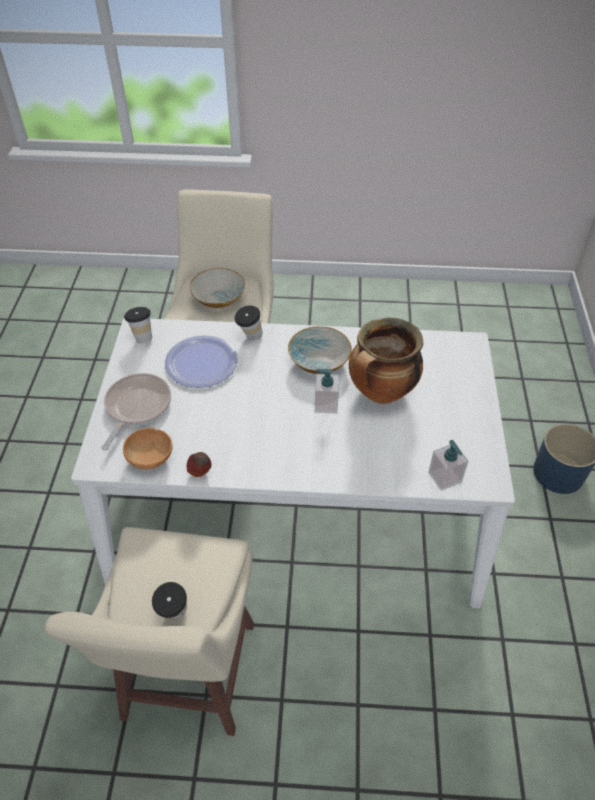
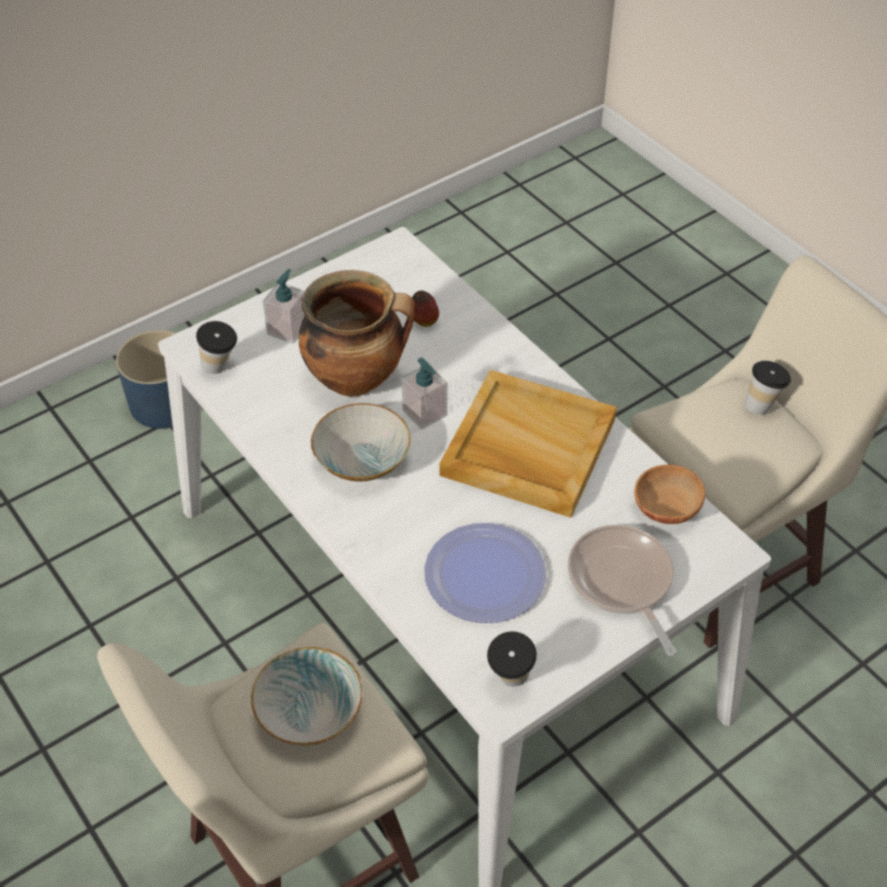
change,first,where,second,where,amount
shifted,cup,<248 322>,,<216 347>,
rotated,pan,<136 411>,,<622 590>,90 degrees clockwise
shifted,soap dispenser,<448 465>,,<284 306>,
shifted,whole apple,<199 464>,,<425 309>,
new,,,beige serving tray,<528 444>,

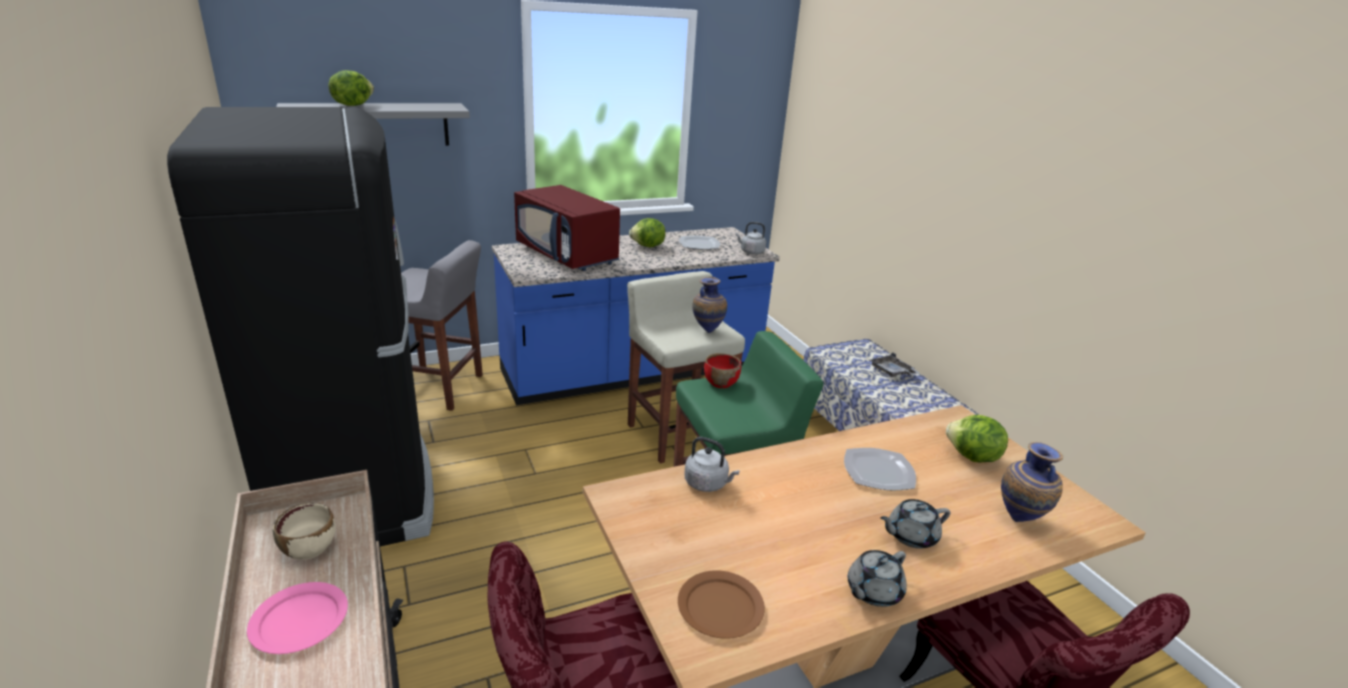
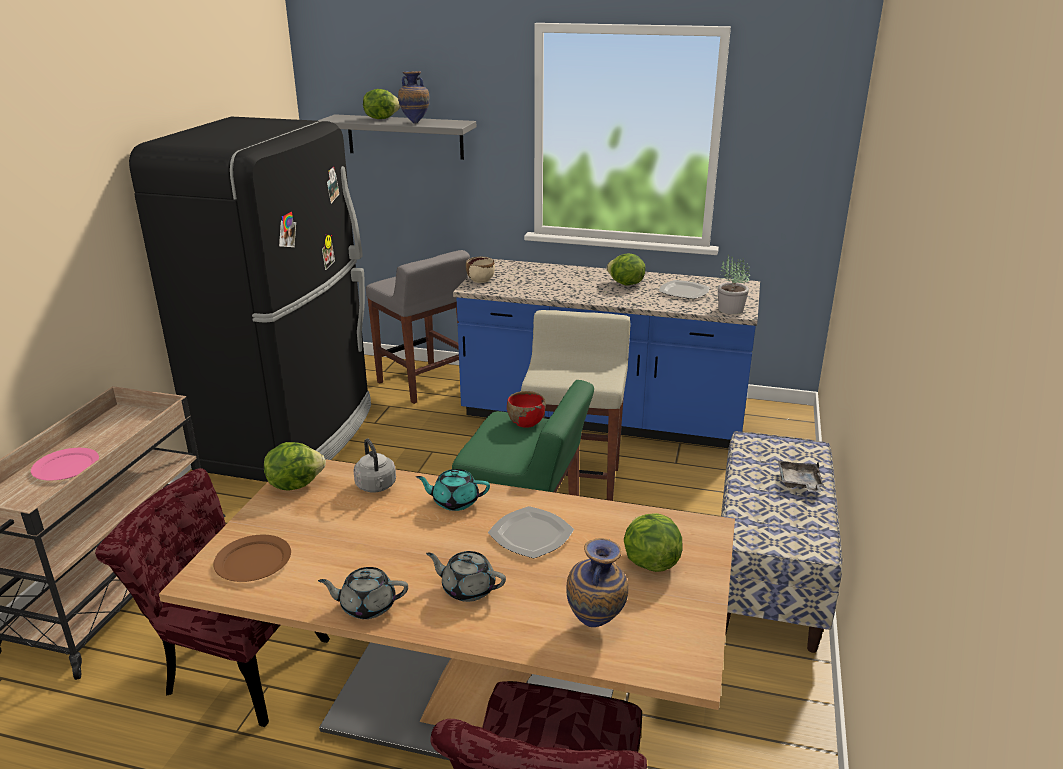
change,first,where,second,where,amount
gone,reddish microwave,<567 228>,,,
swapped,greyish tea kettle,<751 238>,potted plant,<734 284>,
shifted,flower vase,<709 305>,,<414 97>,
shifted,beige bowl,<304 531>,,<480 270>,
new,,,lettuce head,<295 466>,
new,,,turquoise-coloured pot for tea,<453 490>,

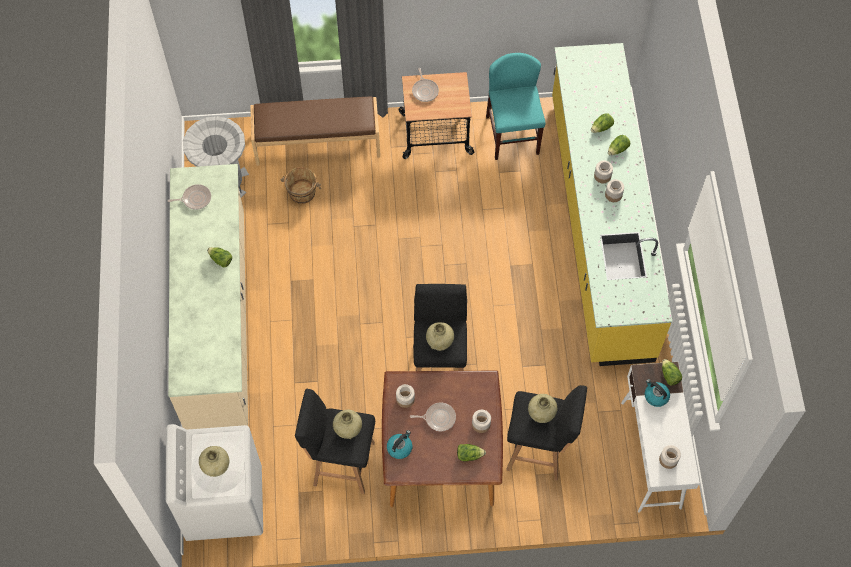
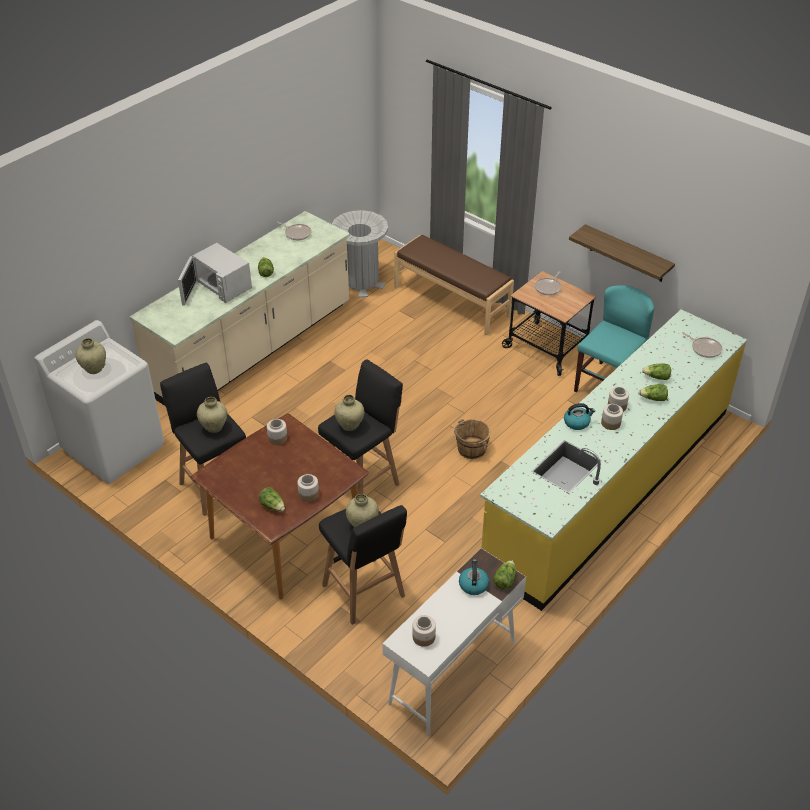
change,first,where,second,where,amount
shifted,brownish pail,<300 185>,,<472 439>,
shifted,pan,<433 416>,,<702 345>,
shifted,tea kettle,<399 444>,,<579 416>,
new,,,shelf,<622 253>,
new,,,whitish microwave,<215 274>,

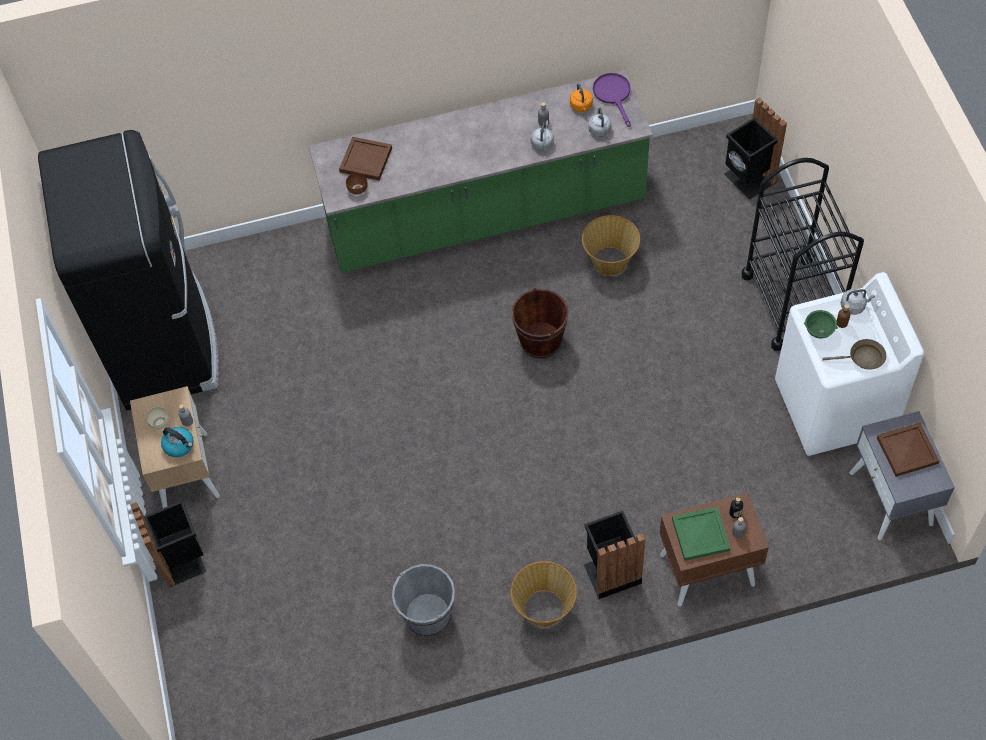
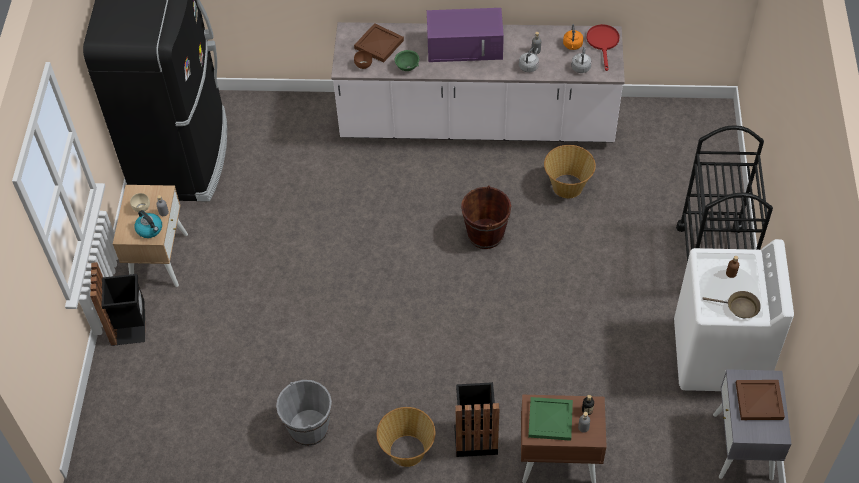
change,first,where,second,where,amount
repainted,greenish kitchen counter,<481 171>,whitish kitchen counter,<478 82>,
repainted,purplish pan,<612 100>,reddish pan,<603 47>,
gone,blackish waste bin,<755 149>,,,
gone,greyish tea kettle,<858 302>,,,
shifted,greenish bowl,<821 324>,,<407 60>,
new,,,purplish microwave,<465 35>,

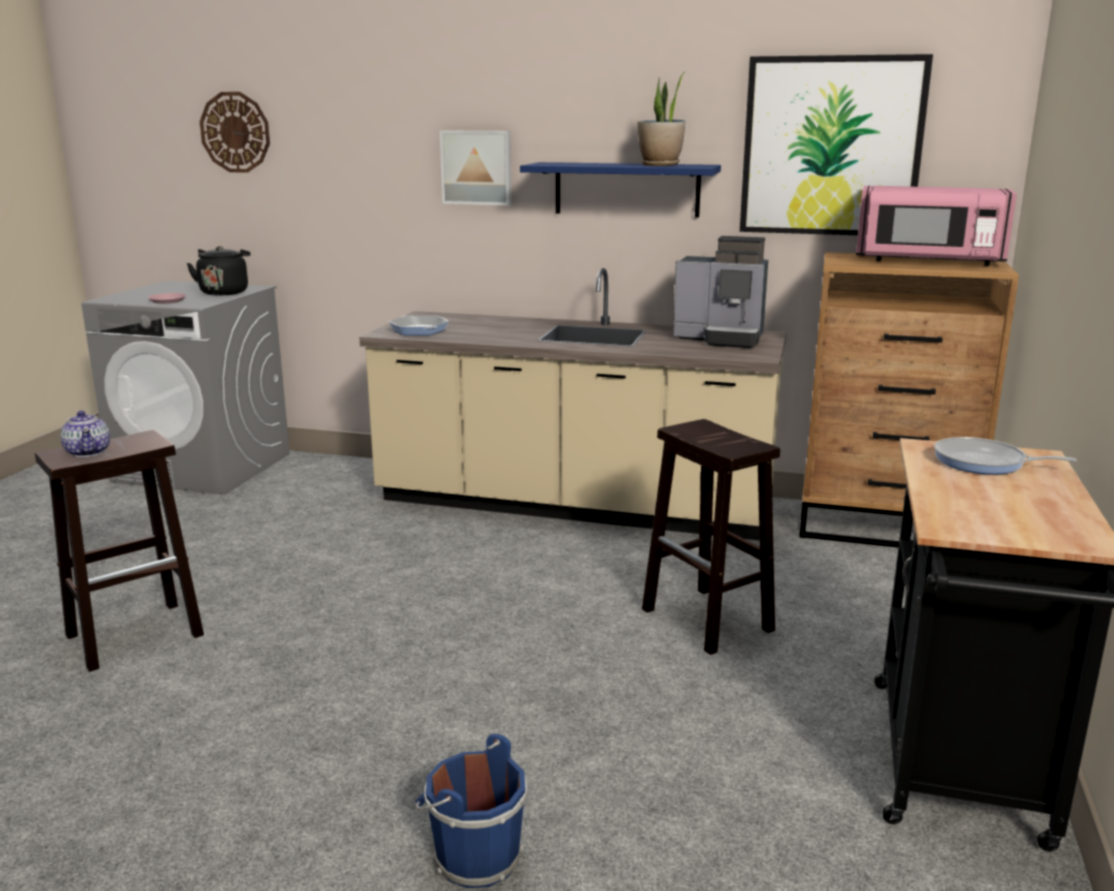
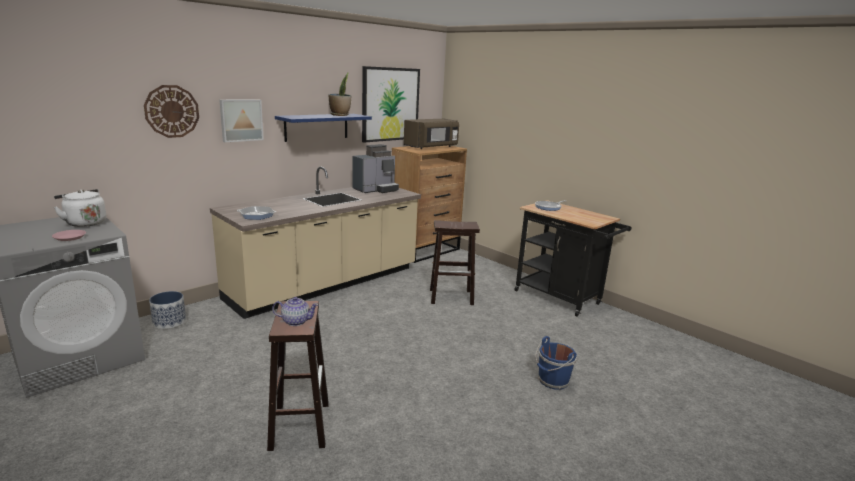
change,first,where,second,where,amount
shifted,hanging clock,<235 132>,,<171 111>,
repainted,pink-coloured microwave,<936 226>,brownish microwave,<431 134>,
repainted,blackish tea kettle,<218 271>,whitish tea kettle,<80 208>,
new,,,flower pot,<167 310>,

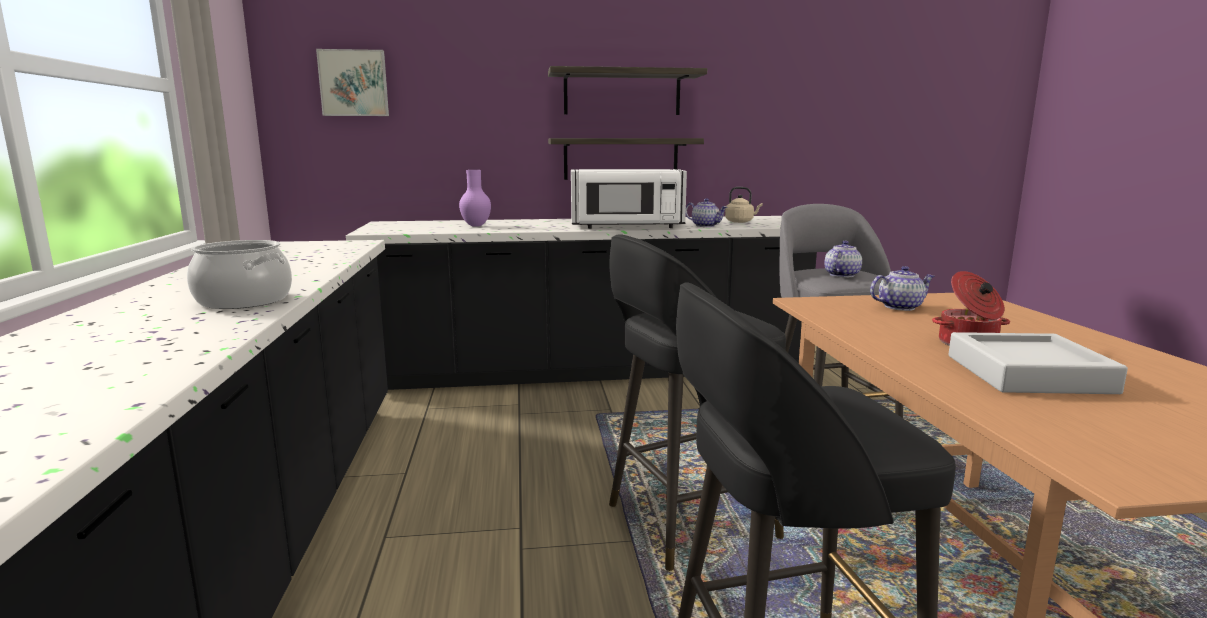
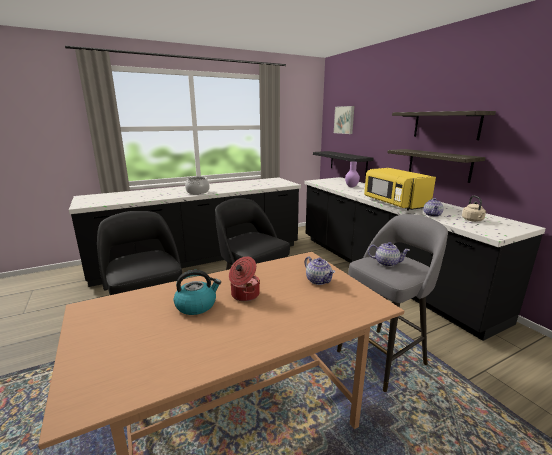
change,first,where,second,where,amount
repainted,whitish microwave,<629 199>,yellow-coloured microwave,<400 189>,
swapped,greyish serving tray,<1038 363>,tea kettle,<197 292>,
new,,,blackish shelf,<343 163>,

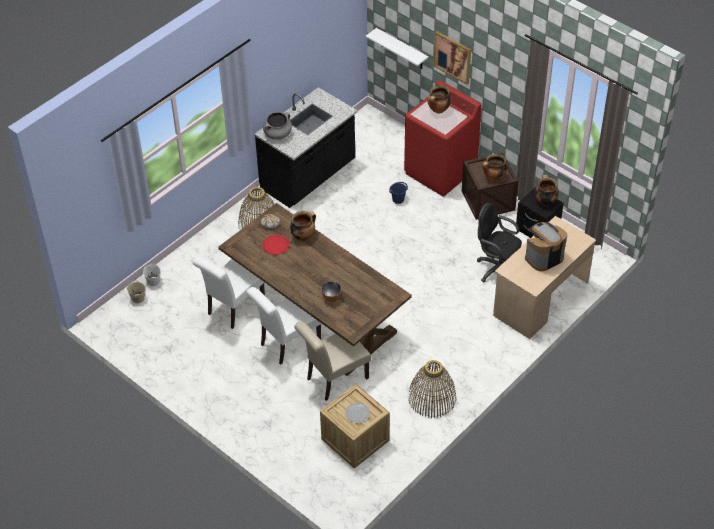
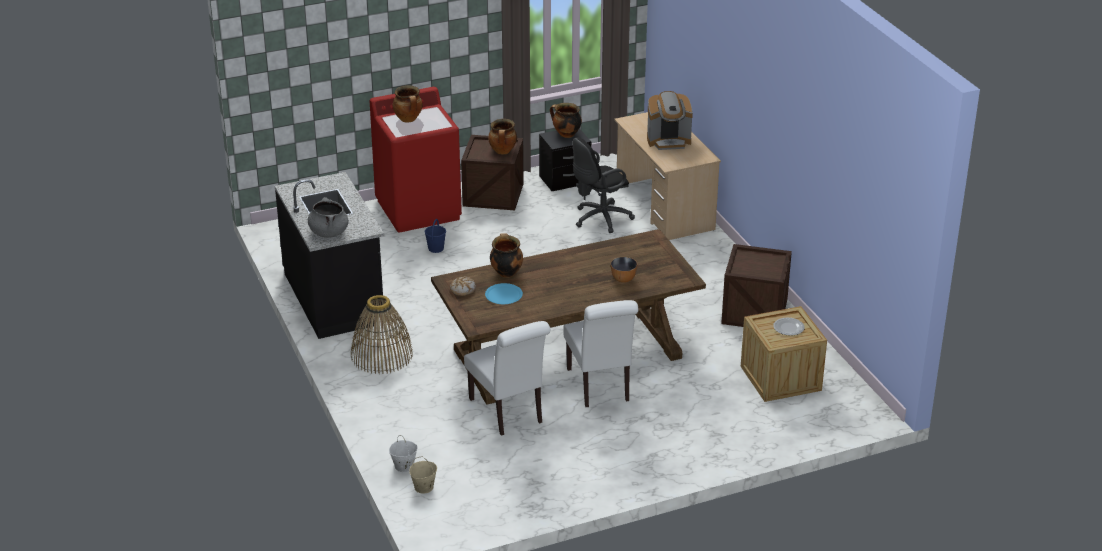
change,first,where,second,where,amount
gone,whitish shelf,<397 48>,,,
gone,wall art,<452 58>,,,
rotated,coffee brewer,<546 246>,,<670 120>,90 degrees counterclockwise
repainted,reddish flat dish,<276 244>,bluish flat dish,<504 293>,
gone,beige plain chair,<332 361>,,,
swapped,storage basket,<432 389>,packing crate,<756 285>,

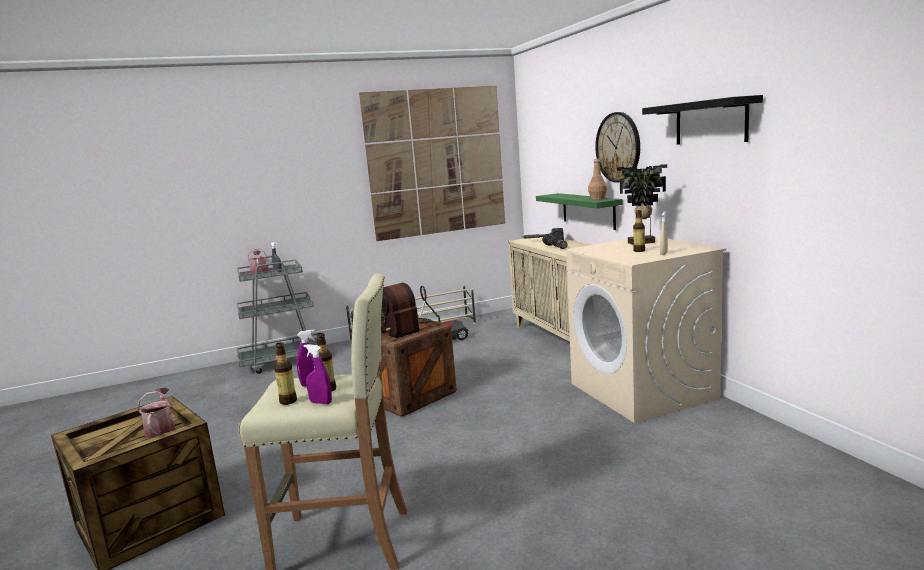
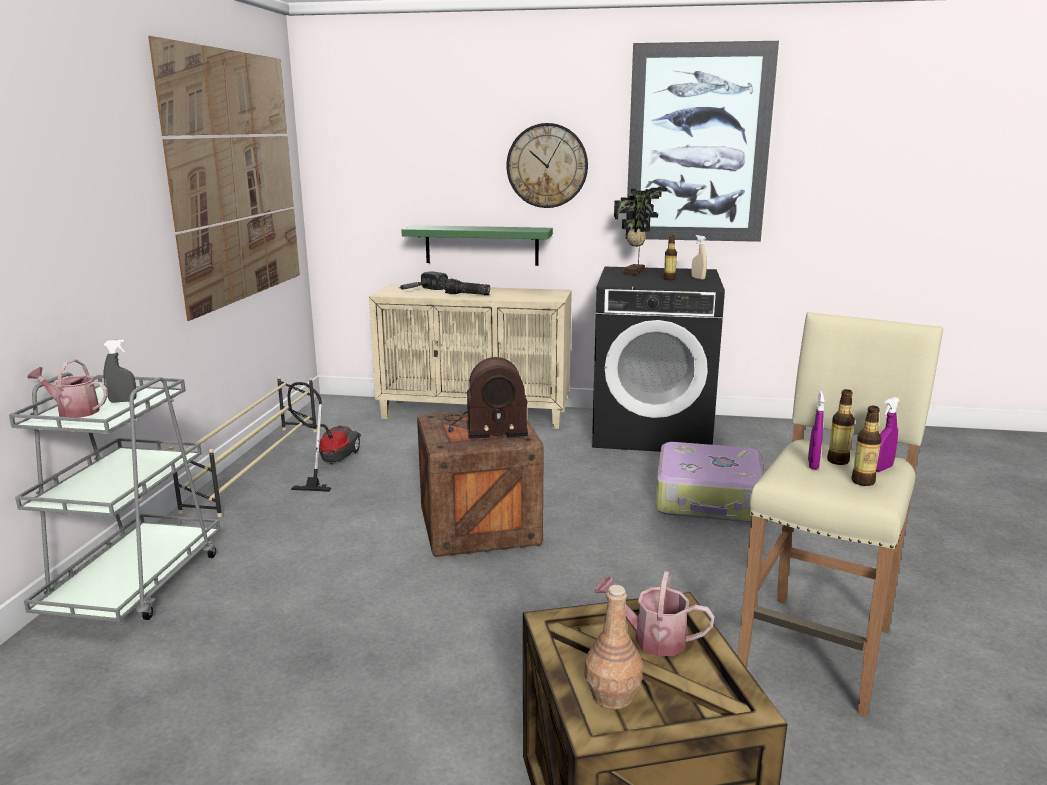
change,first,where,second,where,amount
swapped,blackish shelf,<702 120>,wall art,<702 141>,
shifted,brownish bottle,<597 179>,,<613 647>,
repainted,beige washing machine,<646 330>,blackish washing machine,<658 359>,
new,,,piece of luggage,<709 482>,

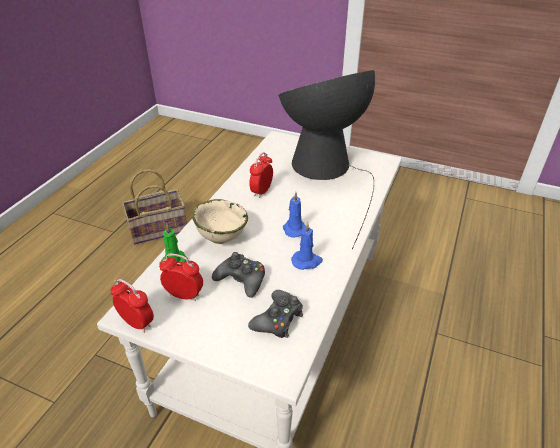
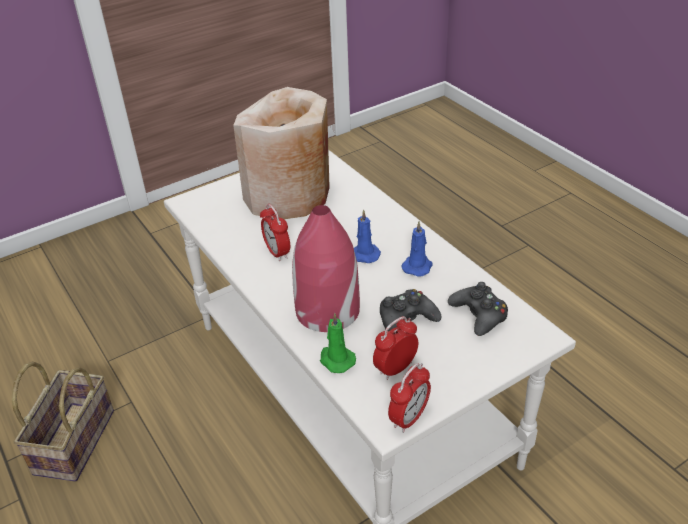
change,first,where,second,where,amount
swapped,table lamp,<326 159>,beige flower vase,<281 153>,
swapped,beige bowl,<220 221>,reddish flower vase,<326 268>,
rotated,table clock,<132 306>,,<409 398>,150 degrees clockwise

